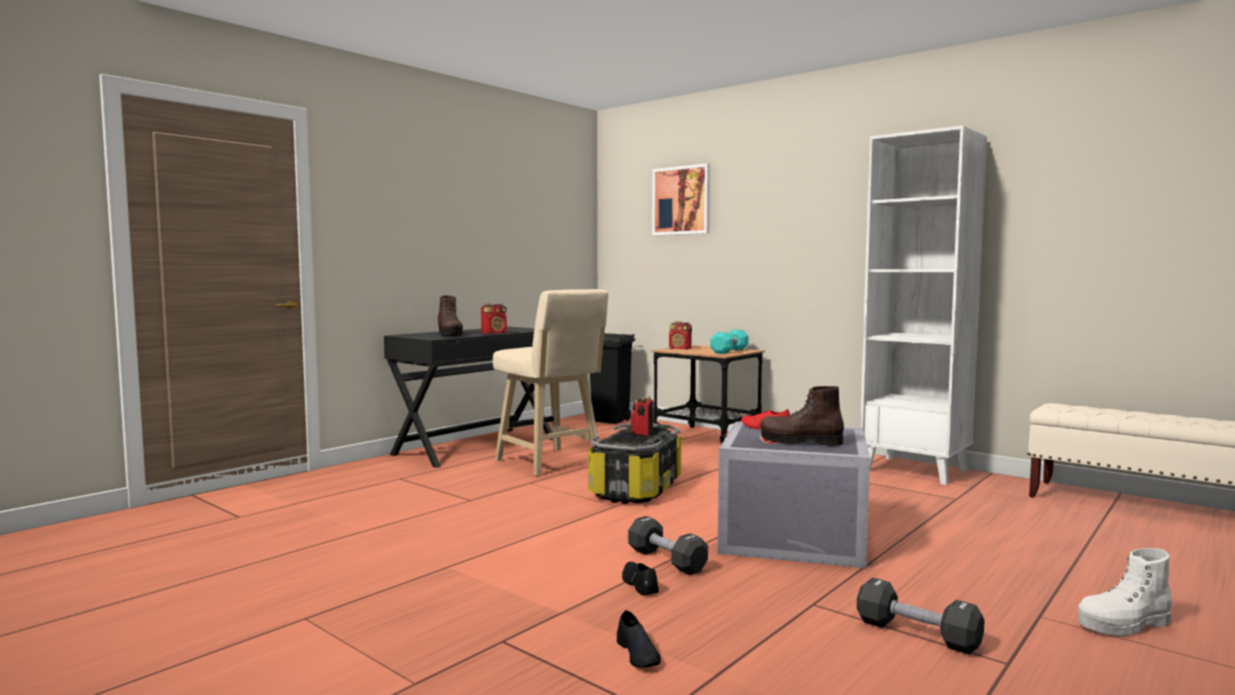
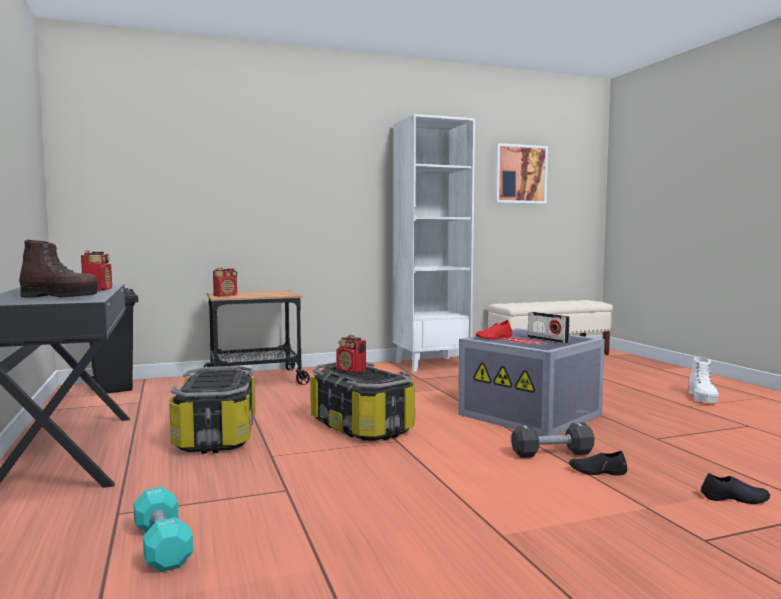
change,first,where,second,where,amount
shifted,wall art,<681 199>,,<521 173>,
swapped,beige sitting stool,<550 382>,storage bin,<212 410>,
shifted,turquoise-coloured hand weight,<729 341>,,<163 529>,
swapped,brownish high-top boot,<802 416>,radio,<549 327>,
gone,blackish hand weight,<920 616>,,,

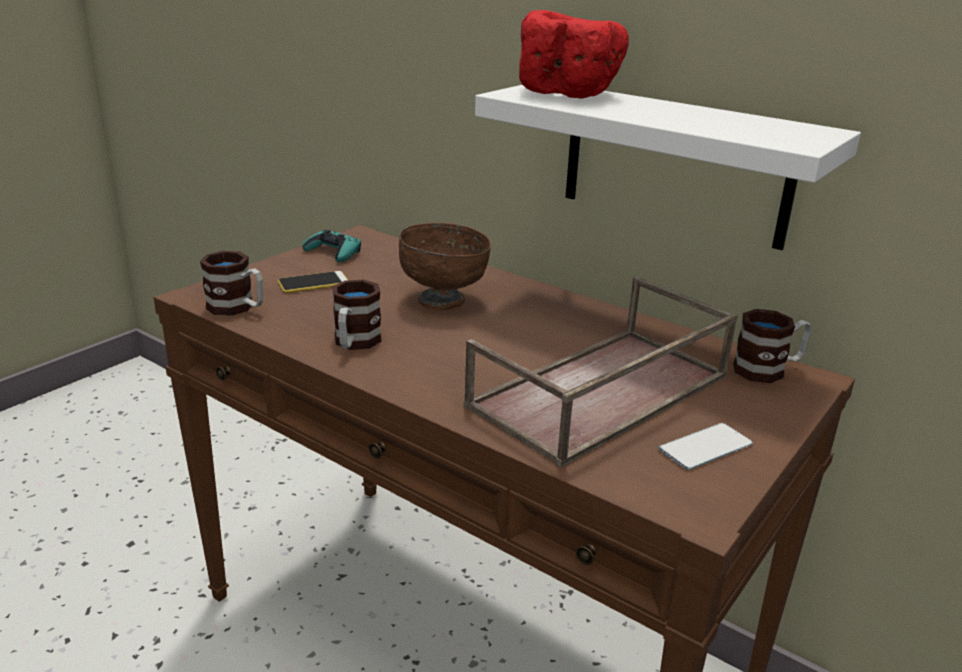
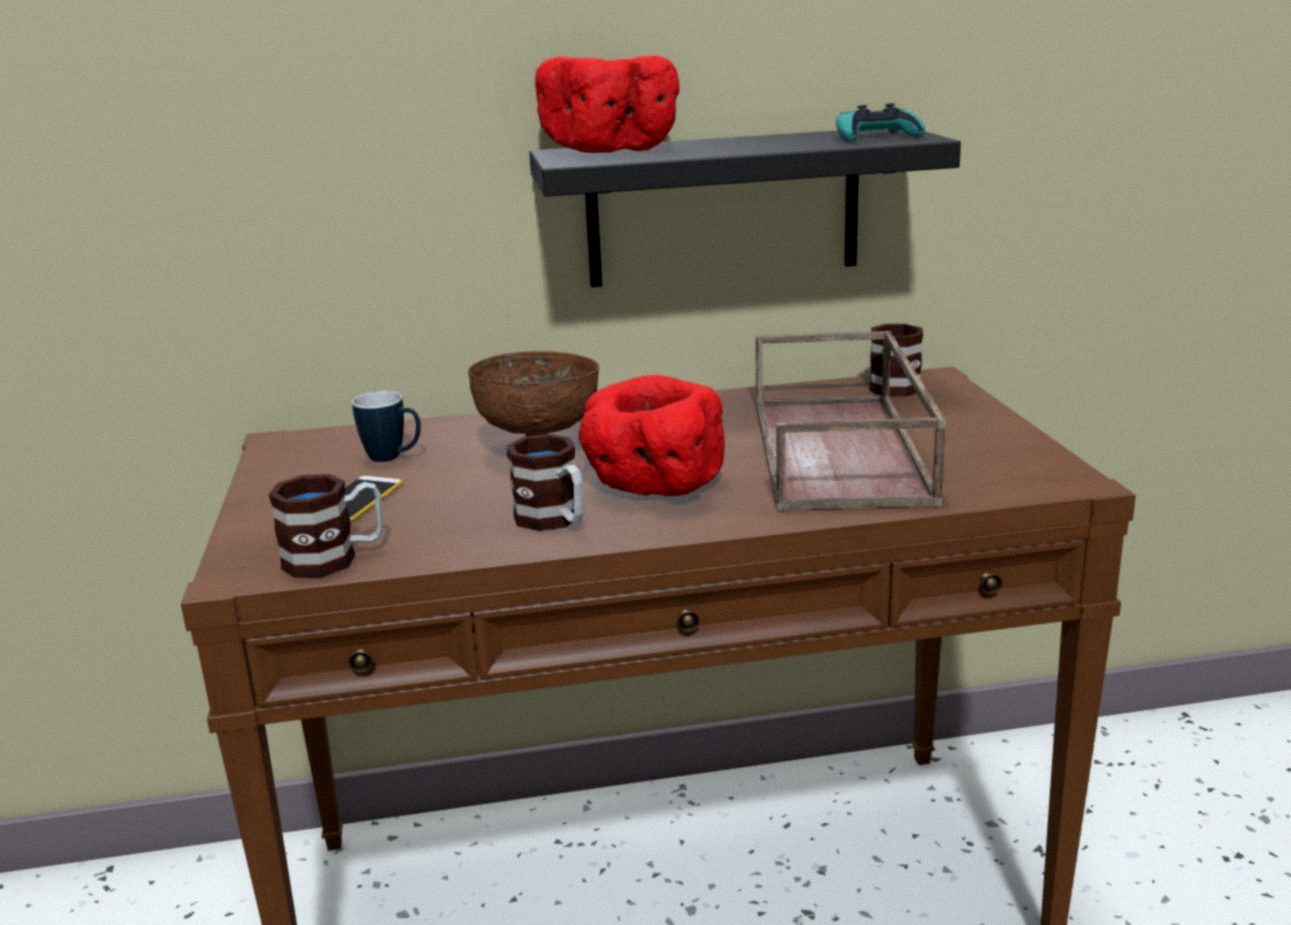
change,first,where,second,where,amount
repainted,whitish shelf,<668 167>,blackish shelf,<745 208>,
shifted,turquoise-coloured gamepad,<331 246>,,<880 122>,
gone,telephone,<705 446>,,,
new,,,reddish bowl,<652 435>,
new,,,mug,<386 426>,

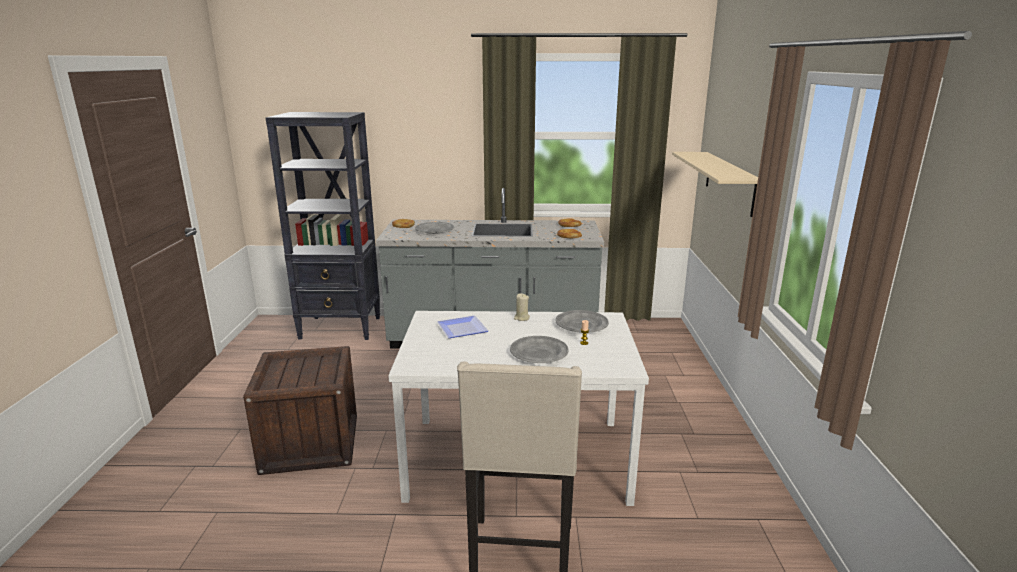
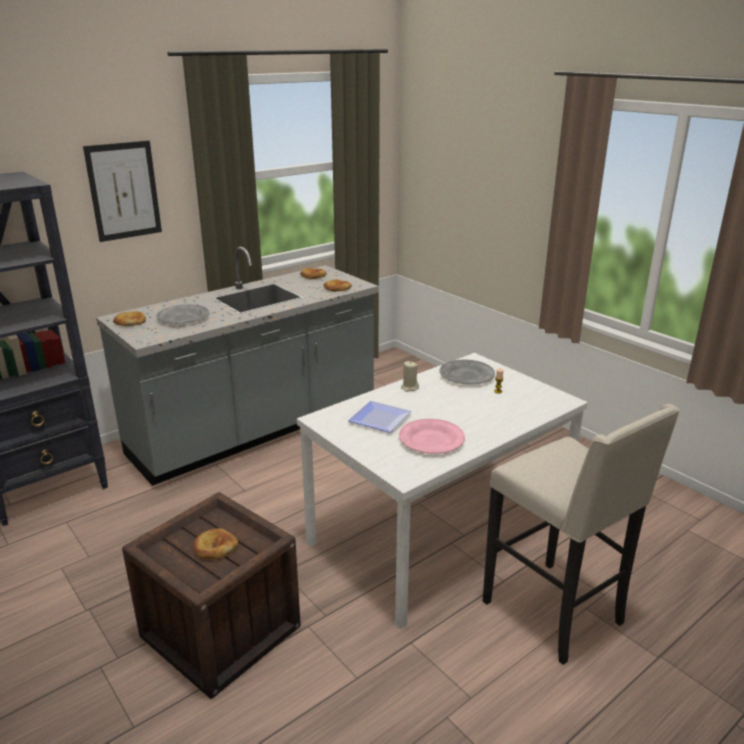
change,first,where,second,where,amount
gone,beige shelf,<715 184>,,,
gone,greyish flat dish,<539 349>,,,
new,,,wall art,<122 191>,
new,,,pink-coloured flat dish,<432 436>,
new,,,bakery bread,<215 544>,

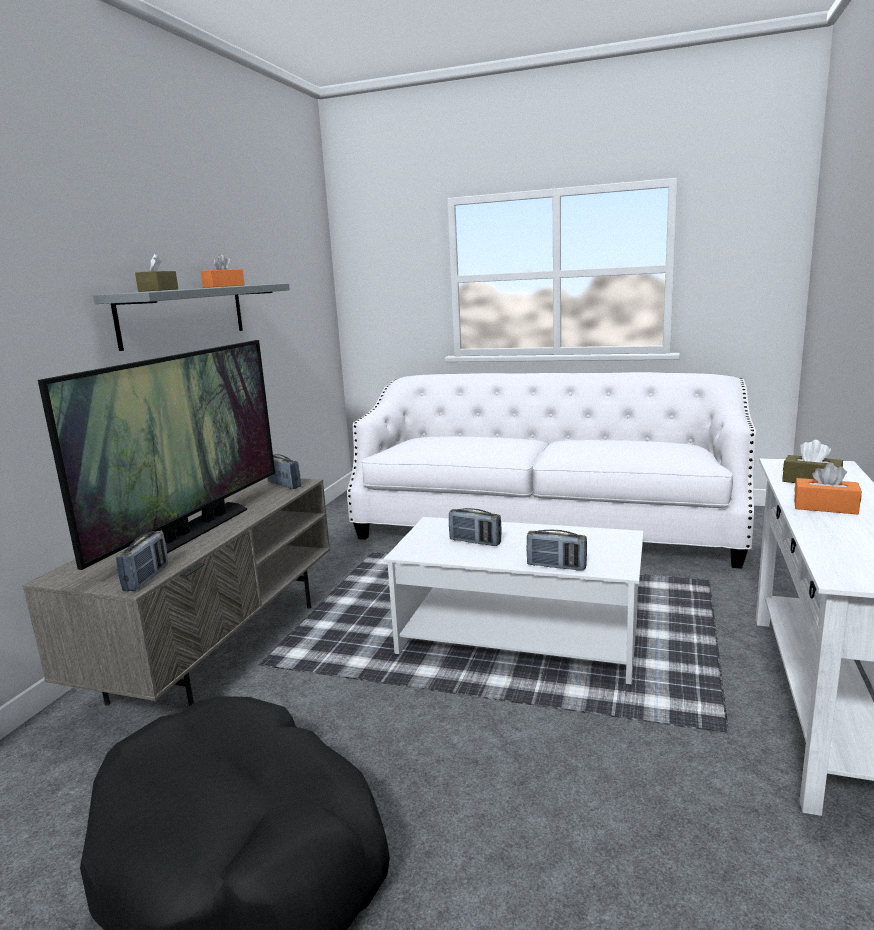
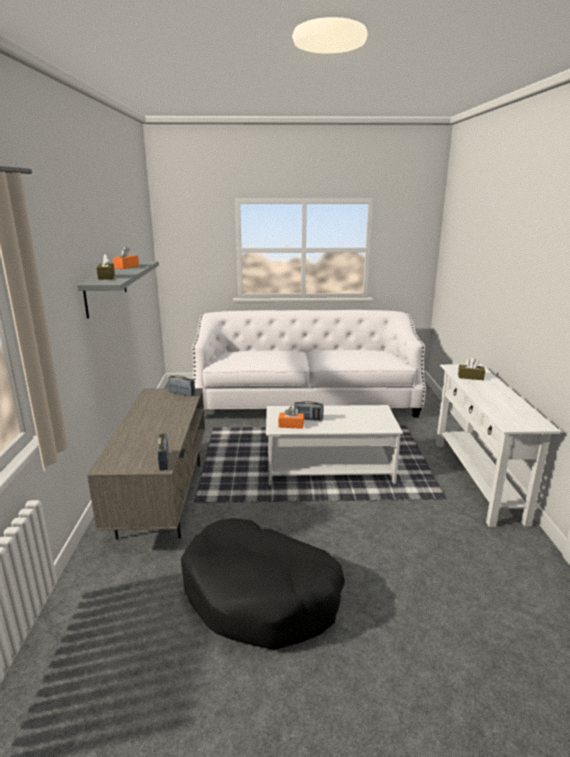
change,first,where,second,where,amount
gone,television,<156 455>,,,
shifted,orange-coloured tissue holder,<828 488>,,<291 418>,
gone,radio,<557 550>,,,

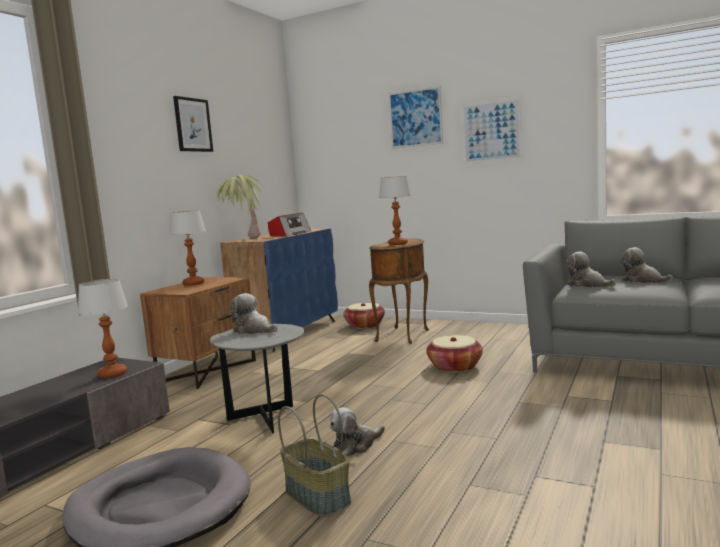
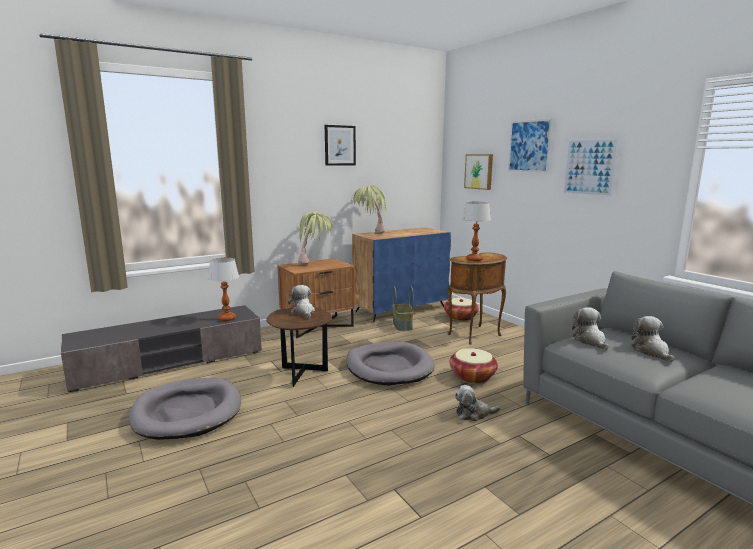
change,first,where,second,where,amount
swapped,table lamp,<187 248>,potted plant,<316 238>,
gone,radio,<289 224>,,,
repainted,greyish end table,<257 379>,brownish end table,<299 347>,
shifted,storage basket,<314 455>,,<403 308>,
shifted,soft toy,<357 432>,,<477 403>,
new,,,wall art,<478 172>,
new,,,greyish dog cushion,<390 364>,

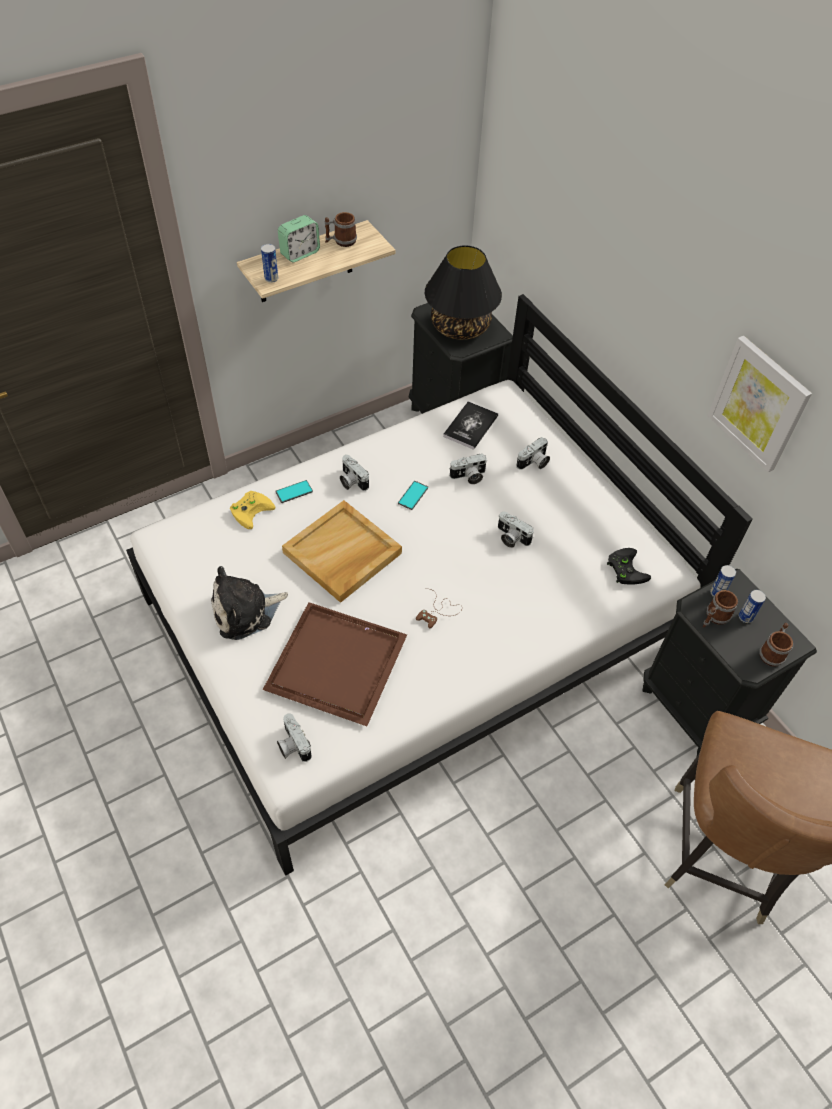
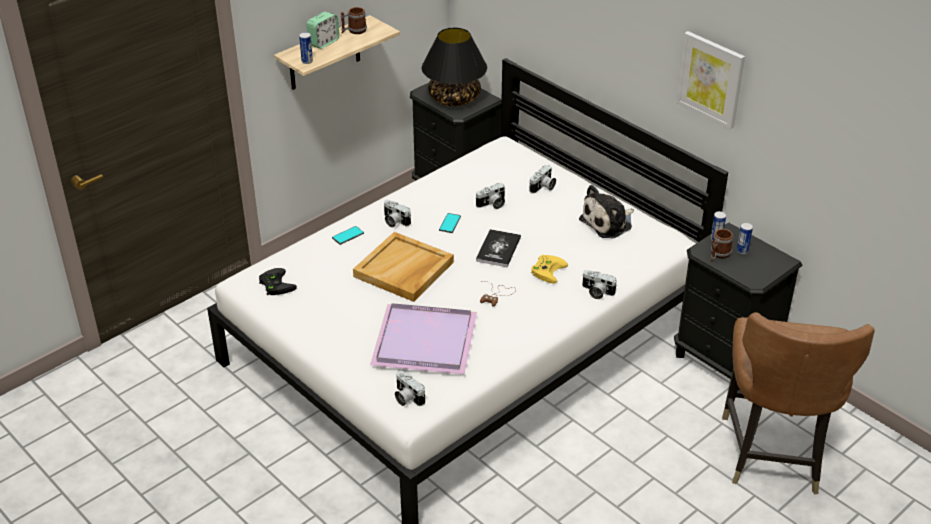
change,first,where,second,where,amount
shifted,book,<470 425>,,<498 248>,
shifted,yellow-coloured gamepad,<252 510>,,<549 269>,
shifted,photo camera,<516 529>,,<599 284>,
shifted,blackish gamepad,<629 566>,,<278 281>,
shifted,soft toy,<249 603>,,<606 212>,
repainted,brownish serving tray,<335 664>,purplish serving tray,<423 338>,
gone,mug,<776 645>,,,

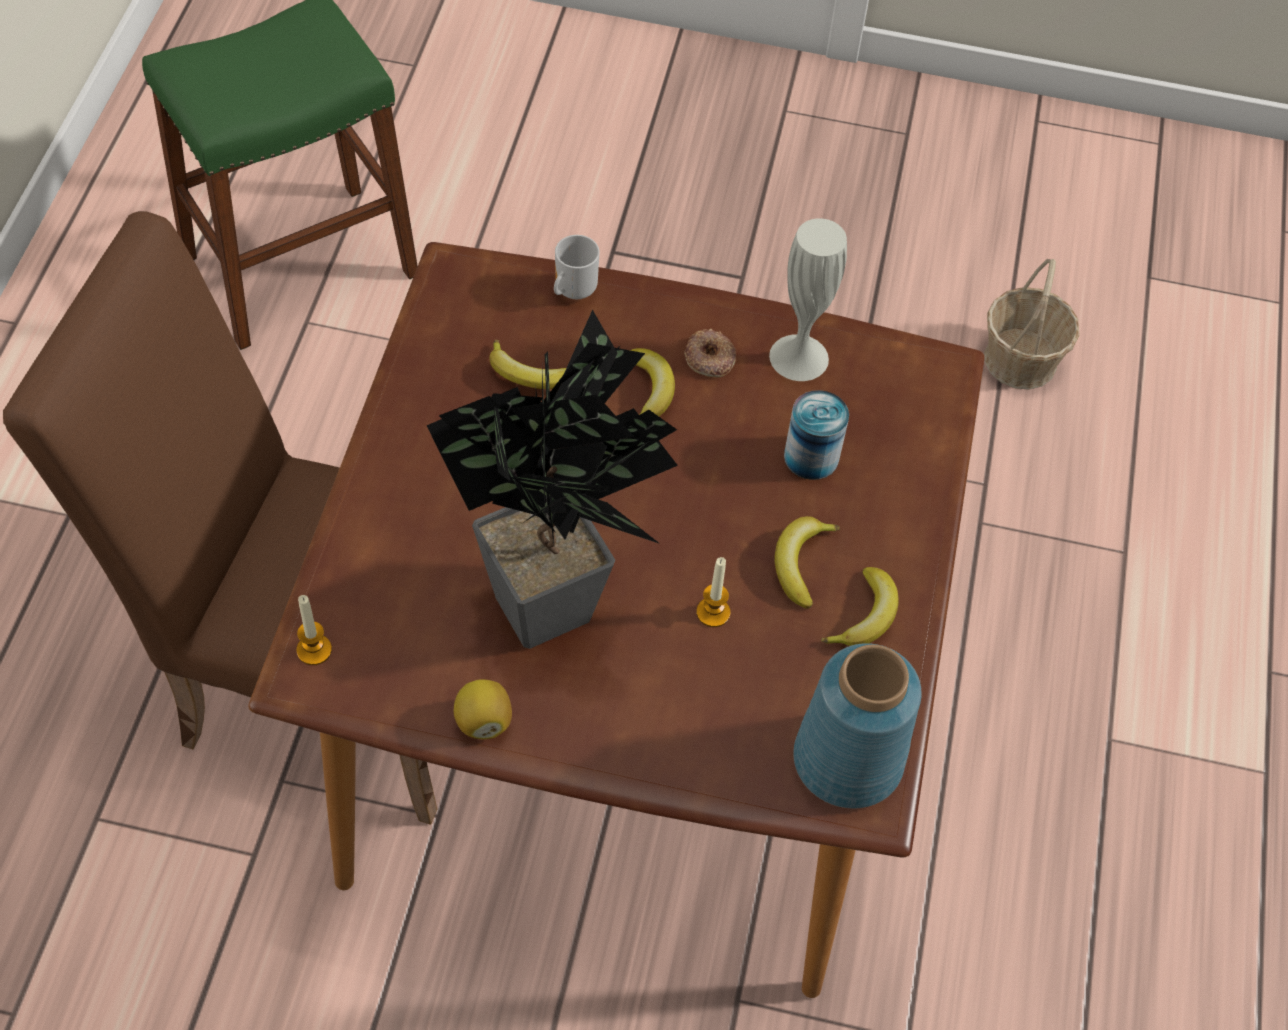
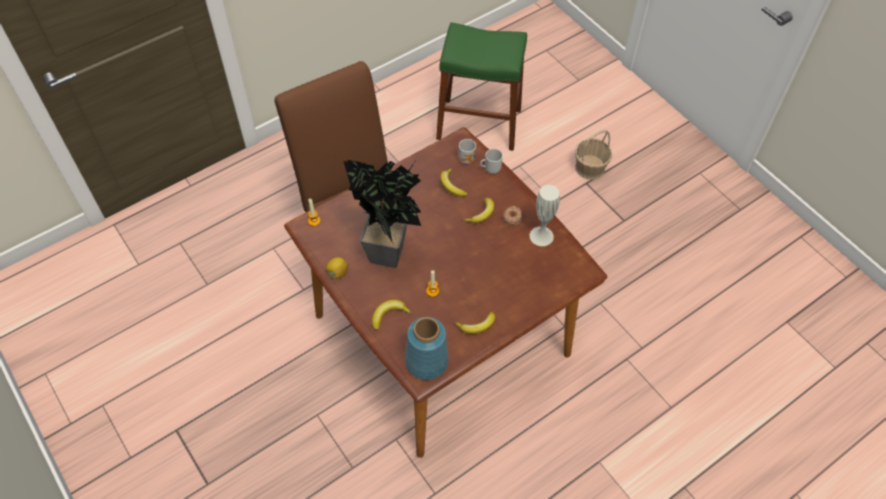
change,first,where,second,where,amount
shifted,storage basket,<1031 324>,,<593 155>,
gone,metal can,<816 435>,,,
shifted,whole banana,<807 562>,,<392 315>,
new,,,mug,<467 151>,

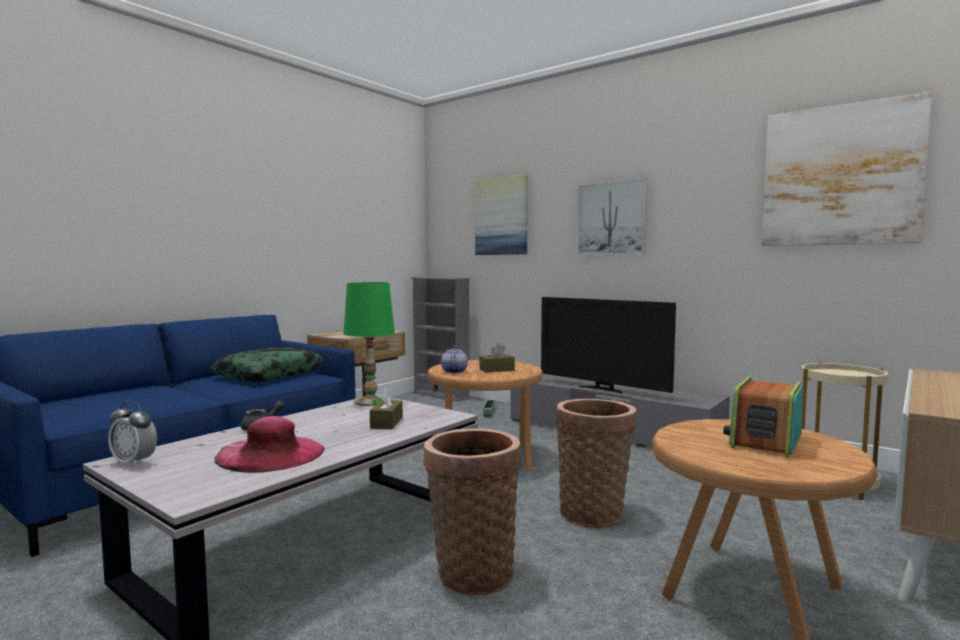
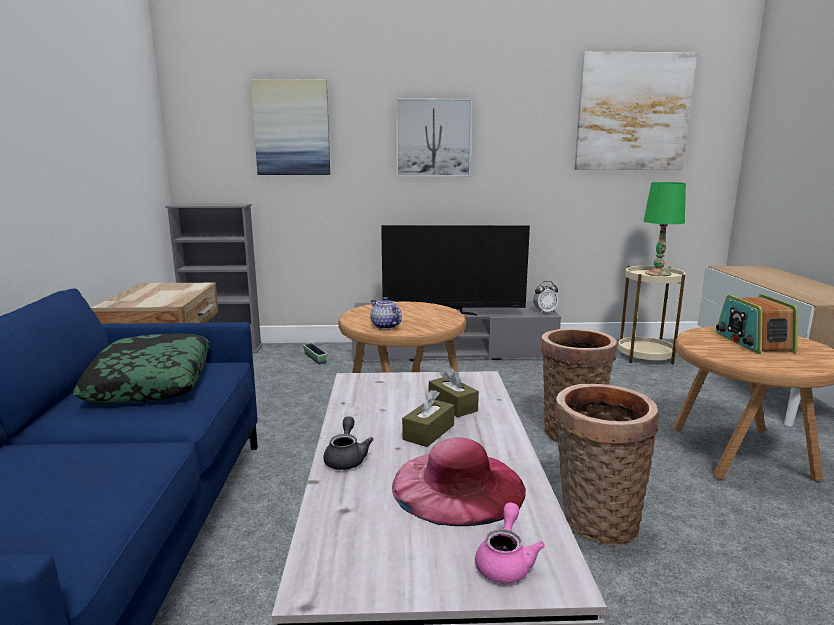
change,first,where,second,where,amount
shifted,greenish table lamp,<369 344>,,<665 229>,
shifted,brownish tissue holder,<497 358>,,<428 418>,
shifted,table clock,<132 434>,,<545 297>,
new,,,pink-coloured pot for tea,<510 543>,

